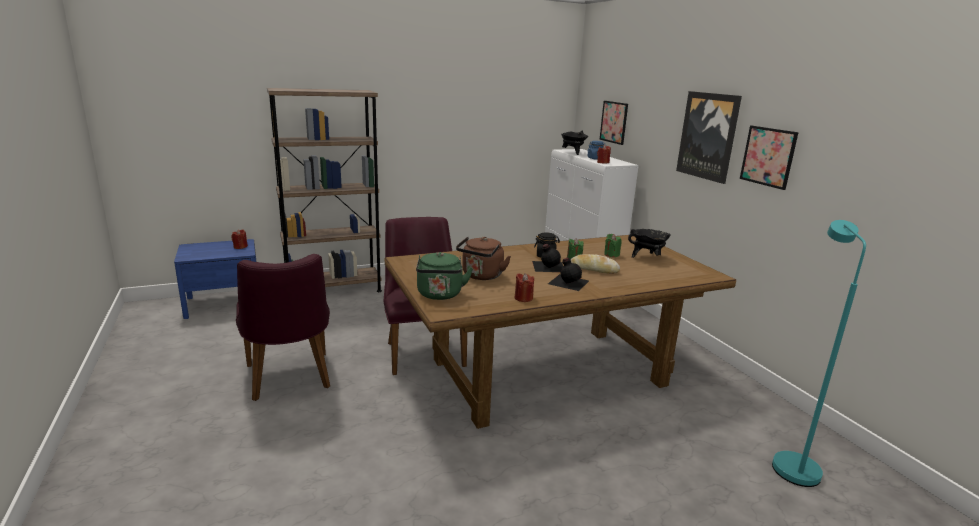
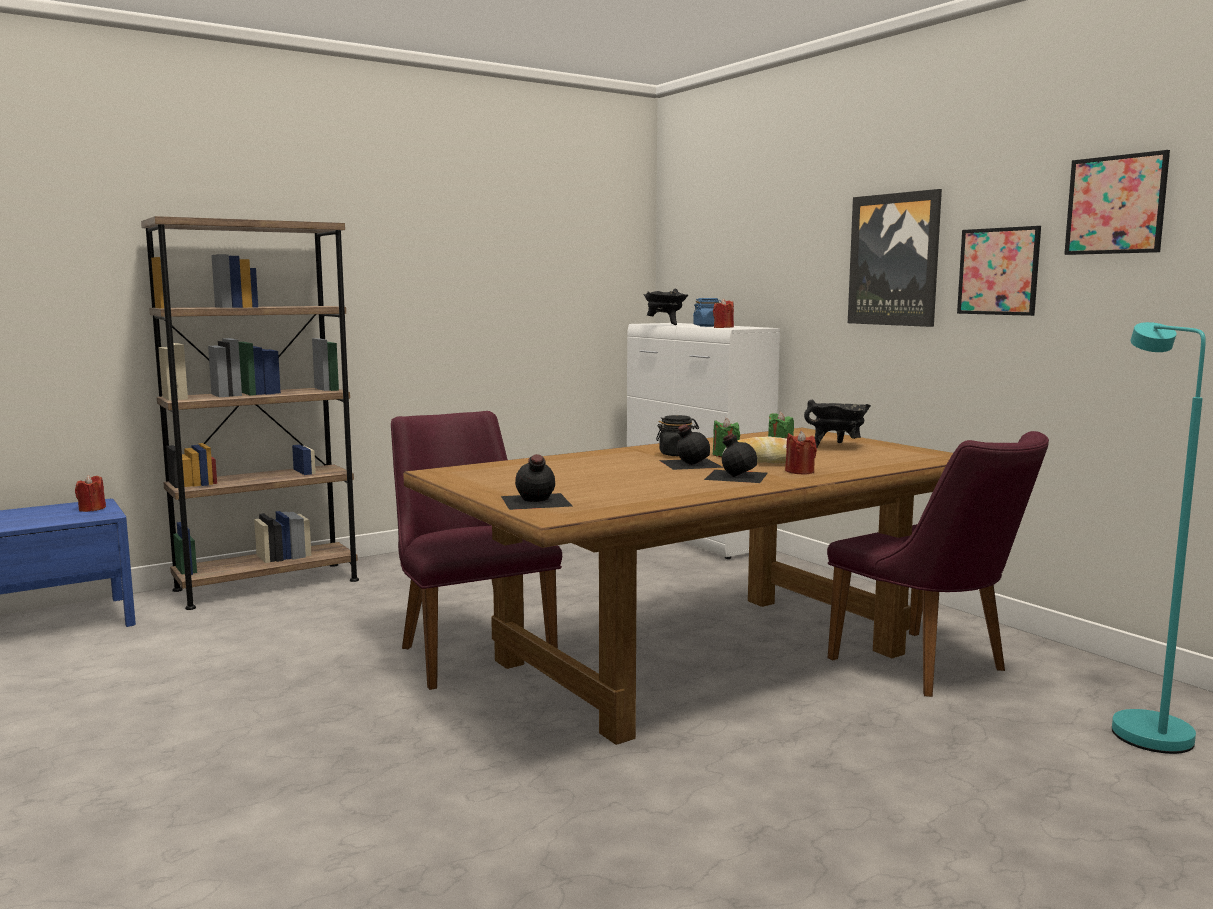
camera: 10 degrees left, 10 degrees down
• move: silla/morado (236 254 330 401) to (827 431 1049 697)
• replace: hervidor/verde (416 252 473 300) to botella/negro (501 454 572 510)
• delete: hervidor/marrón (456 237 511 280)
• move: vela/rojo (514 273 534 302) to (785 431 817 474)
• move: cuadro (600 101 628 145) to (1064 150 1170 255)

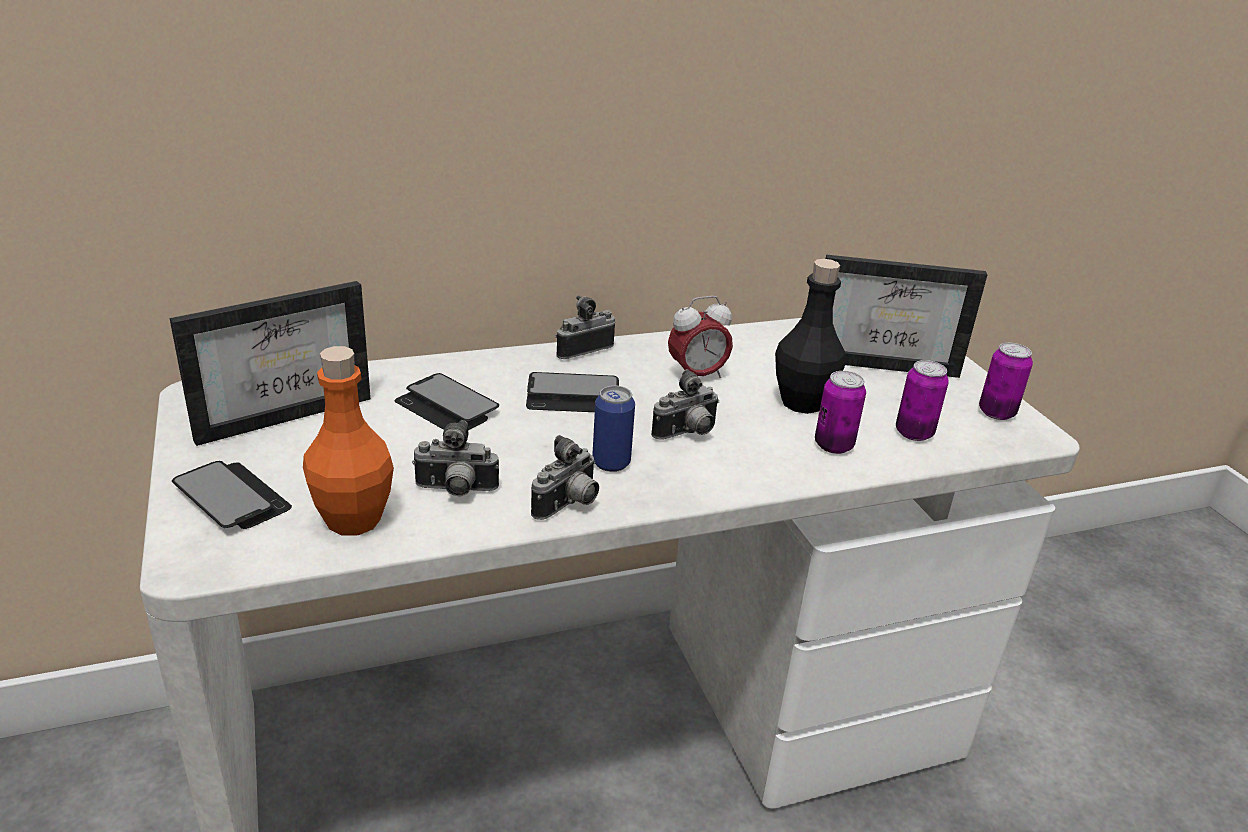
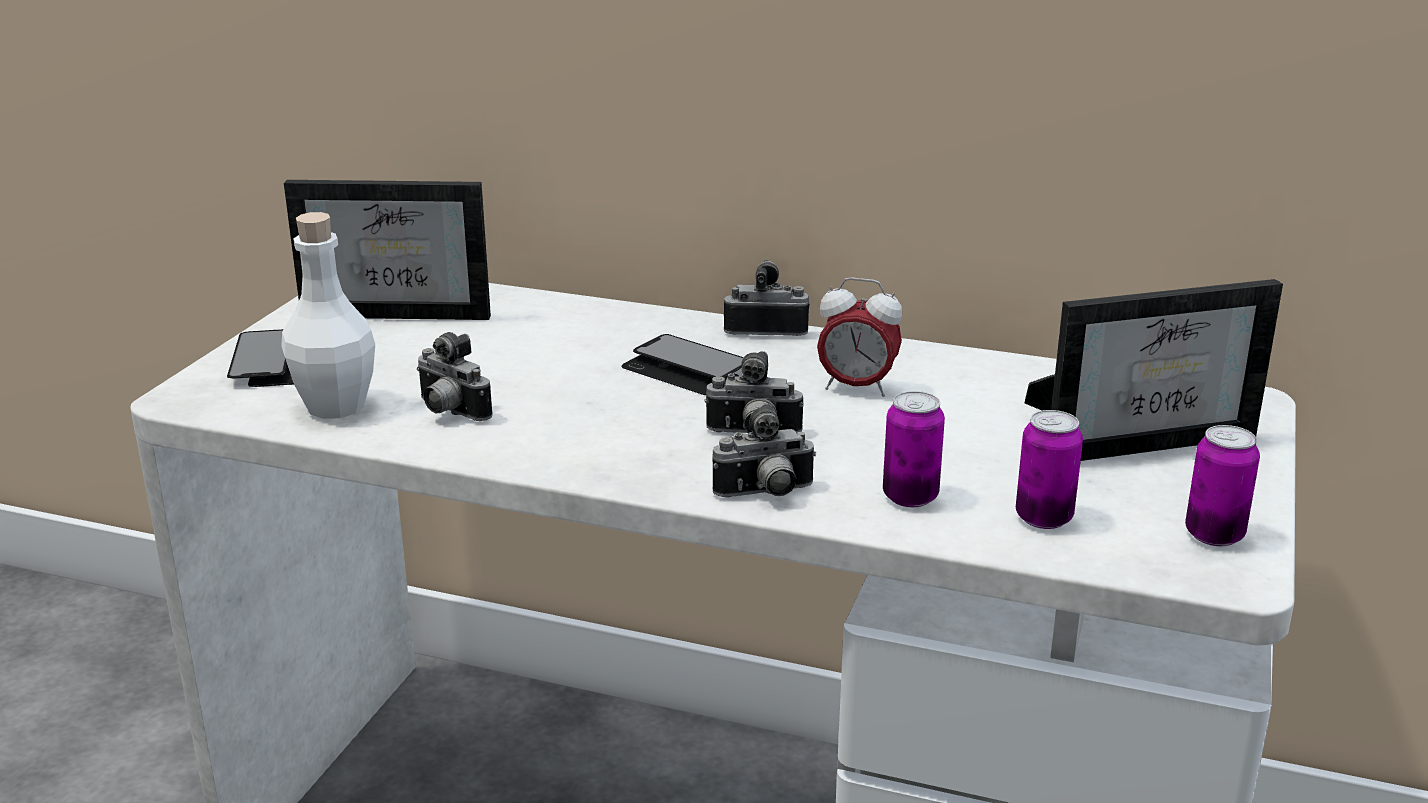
camera: 40 degrees right, 5 degrees down
• recolor: botella/naranja (303 346 394 535) to botella/blanco (281 212 375 419)
• delete: móvil (395 373 499 430)
• move: cámara (531 435 599 520) to (712 404 816 498)
• delete: lata (592 385 635 472)
• delete: botella/negro (775 259 846 414)
• rotate: portarretratos (826 255 987 378) = (1025 279 1283 461) 60 degrees counterclockwise

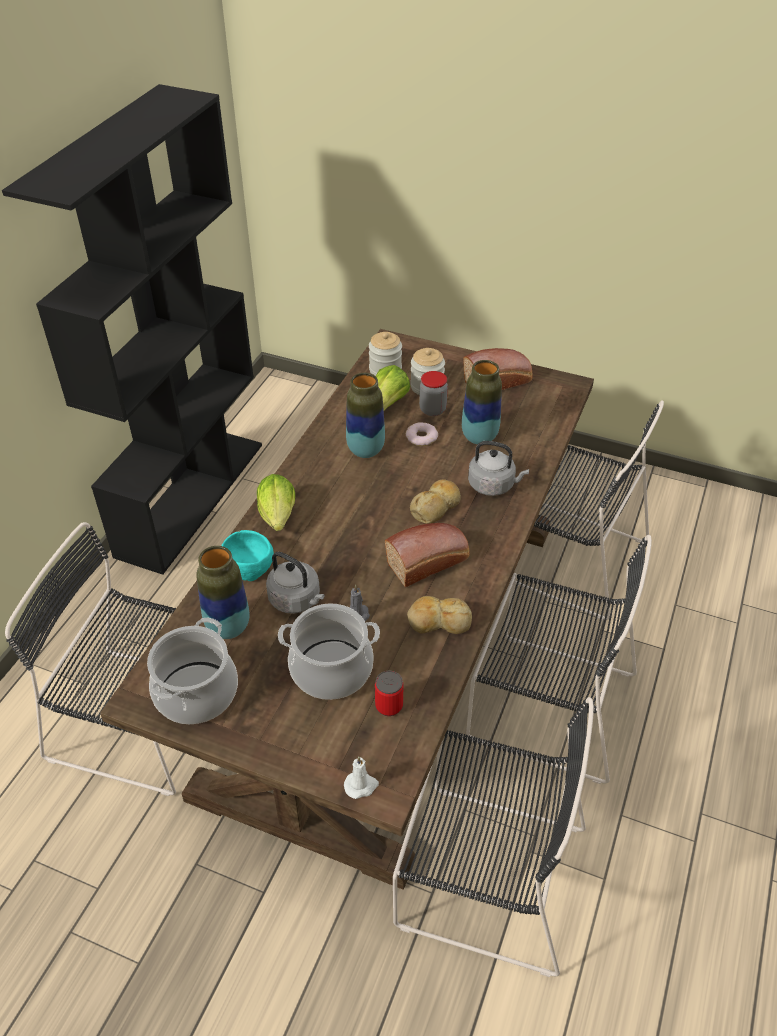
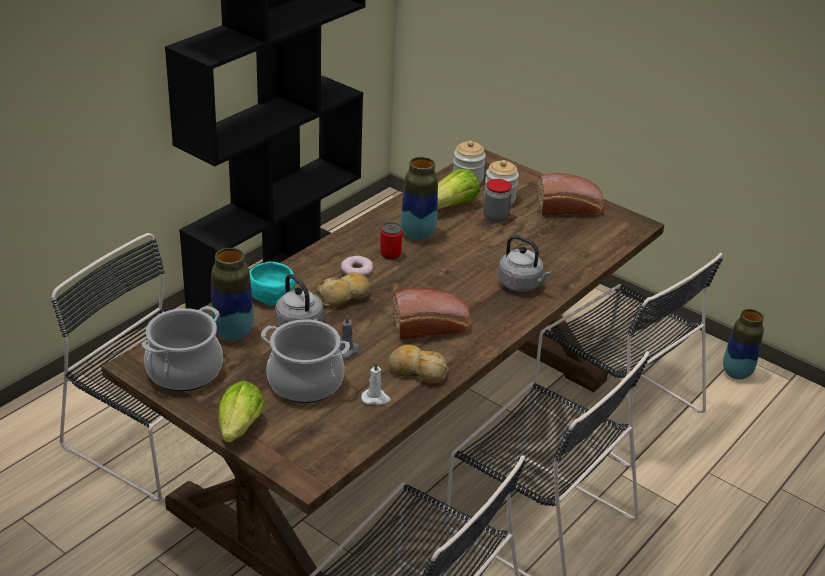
camera: 15 degrees right, 10 degrees down
• move: lechuga (257 474 295 531) to (218 381 265 442)
• move: vela/blanco (344 756 379 799) to (361 362 391 405)
• move: lata (375 671 404 716) to (380 223 402 260)
• move: rosquilla (406 422 438 446) to (341 256 373 276)
• move: pan (410 479 461 524) to (316 272 371 308)
• move: florero (462 360 502 444) to (723 309 764 379)

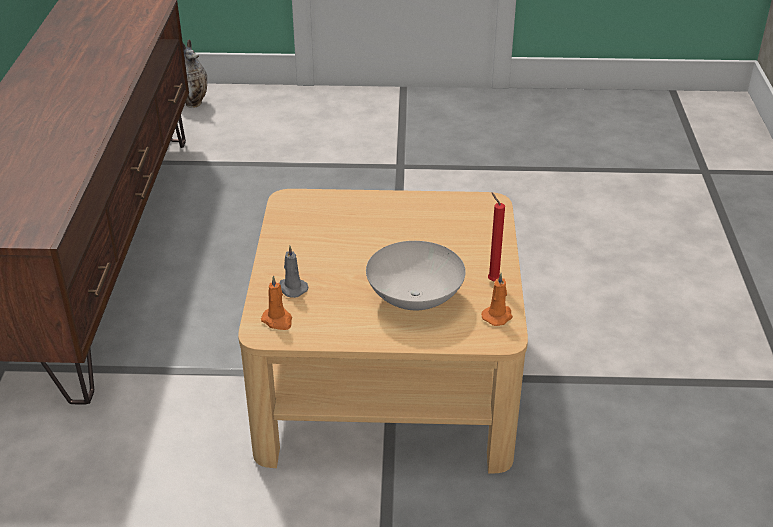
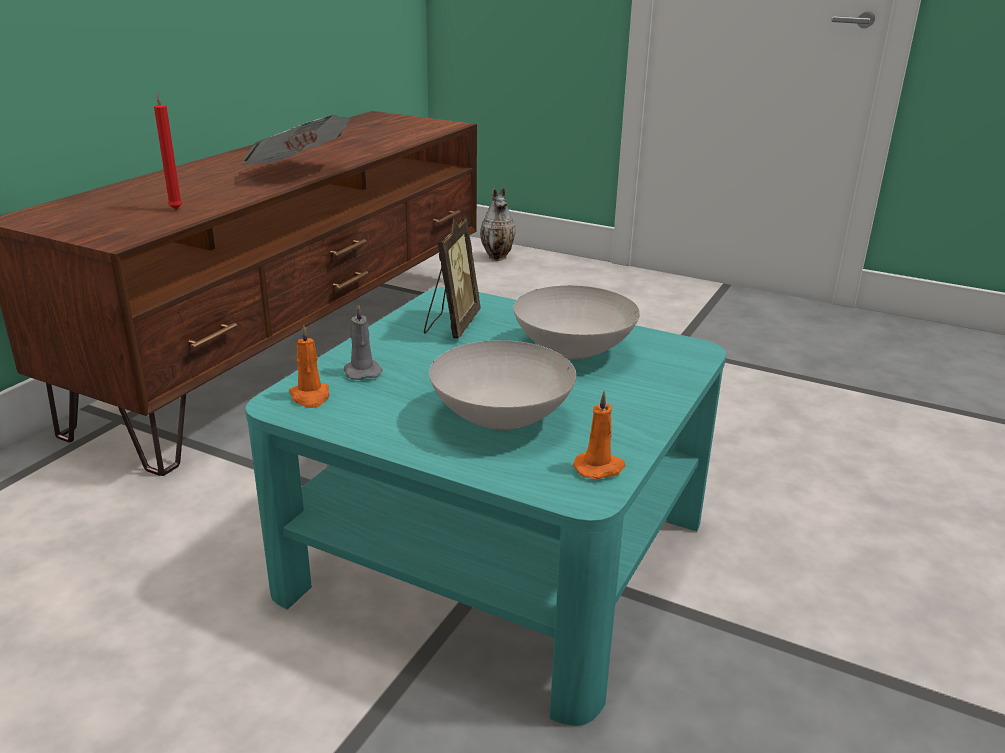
camera: 25 degrees right, 10 degrees down
• recolor: mesa de centro/beis (238 189 528 474) to mesa de centro/turquesa (245 287 726 726)
• move: vela/rojo (488 193 505 281) to (154 92 182 209)
• insert: periódico (241 115 350 165)
• insert: portarretratos (424 218 481 339)
• insert: cuenco/blanco (513 285 640 360)

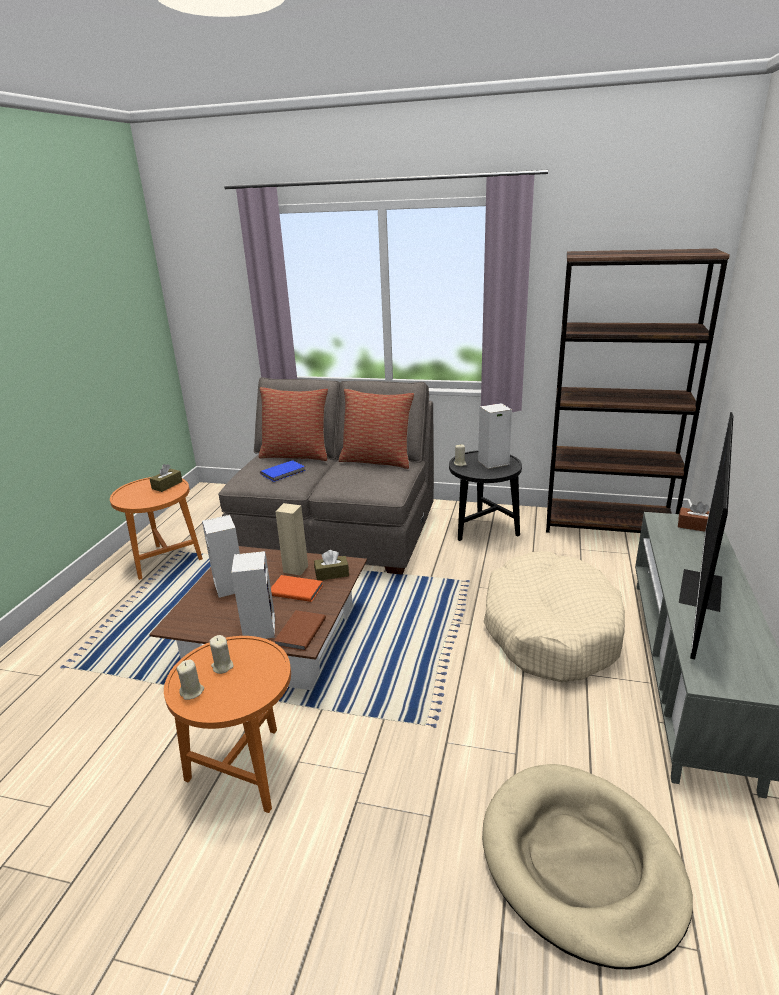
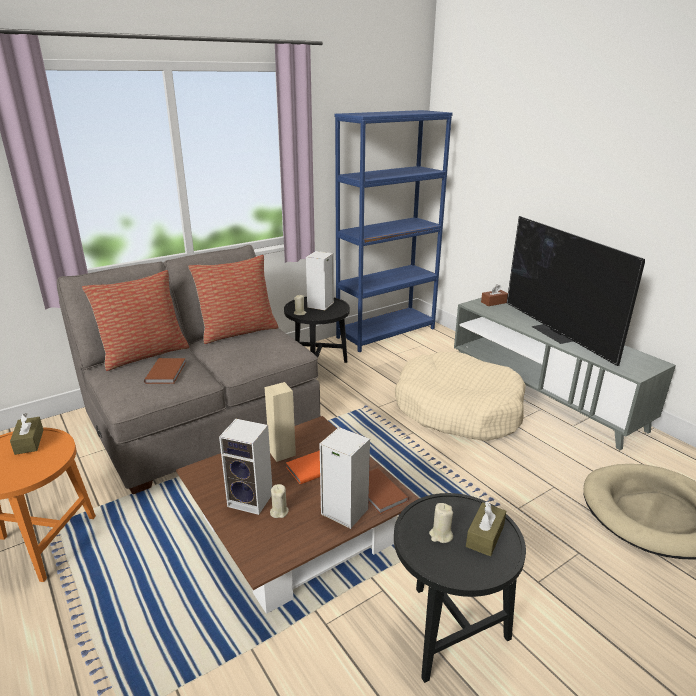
camera: 50 degrees left, 0 degrees up
• recolor: mesa auxiliar/naranja (164 636 291 813) to mesa auxiliar/negro (394 493 526 683)
• move: vela/beis (176 659 204 700) to (270 484 289 518)
• recolor: libro/azul (260 460 306 482) to libro/marrón (144 358 186 384)
• move: caja de pañuelos/marrón (314 550 349 581) to (466 502 506 556)
• recolor: estantería/marrón (546 249 730 533) to estantería/azul (335 110 453 352)

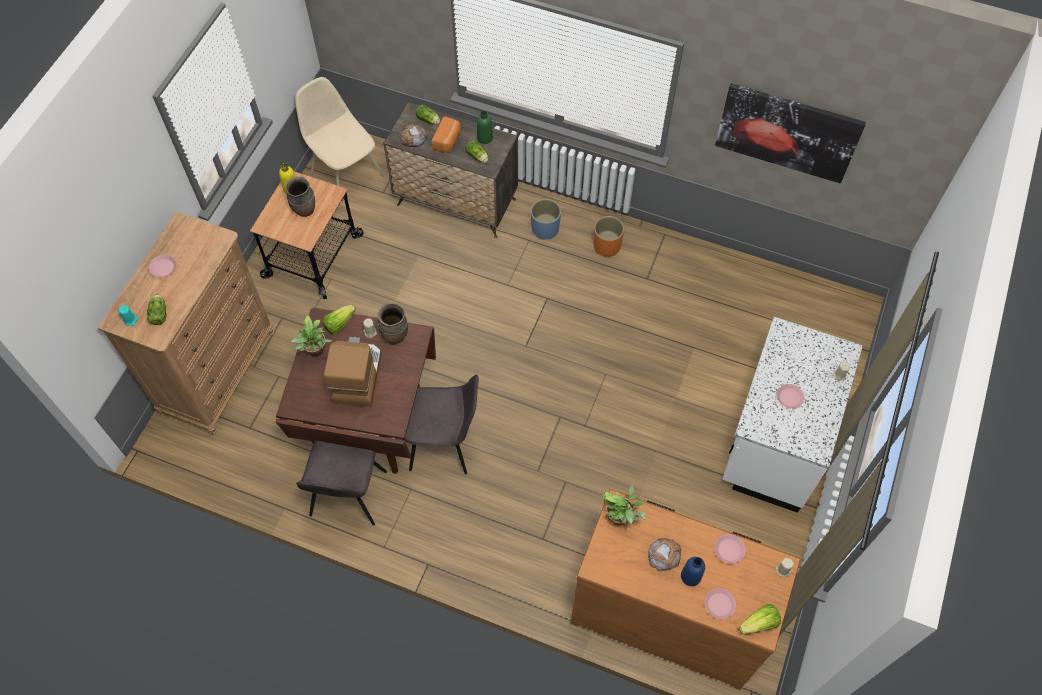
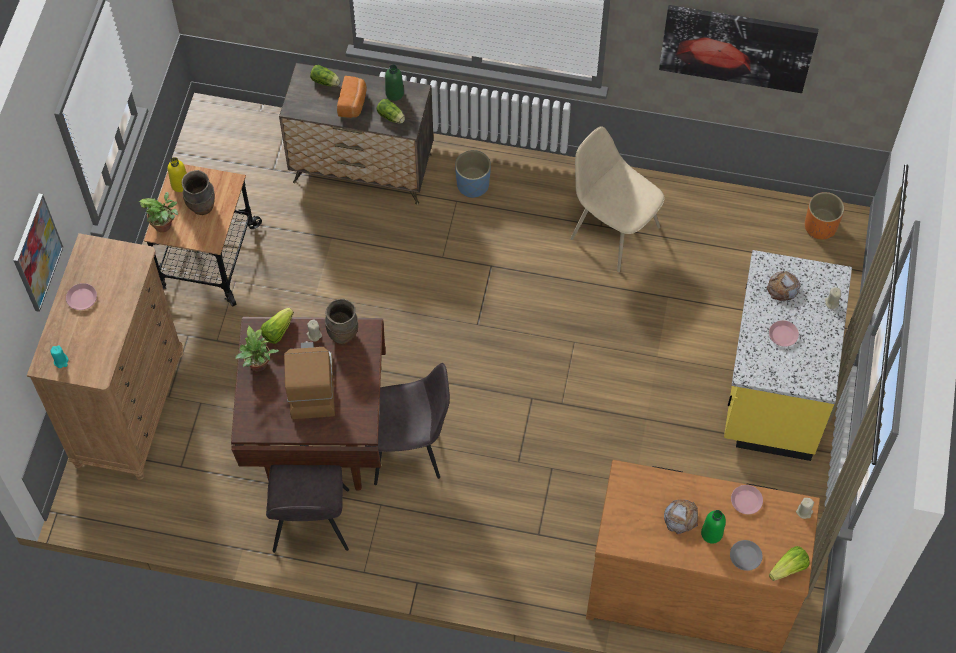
camera: 10 degrees left, 0 degrees up
• delete: lechuga (147 294 166 325)
• move: silla/beis (295 77 384 206) to (570 126 665 272)
• move: pan (400 124 427 147) to (767 271 801 301)
• move: maceta/naranja (593 216 624 257) to (805 192 845 239)
• move: planta en maceta (602 486 646 526) to (139 192 178 233)
• recolor: botella/azul (681 557 705 586) to botella/verde (701 510 726 544)
• recolor: plato/rosa (705 588 736 619) to plato/gris (730 540 762 571)
• recolor: mueble bajo de cocina/blanco (722 317 863 513) to mueble bajo de cocina/amarillo (724 250 852 461)
• insert: cuadro (13 194 63 312)

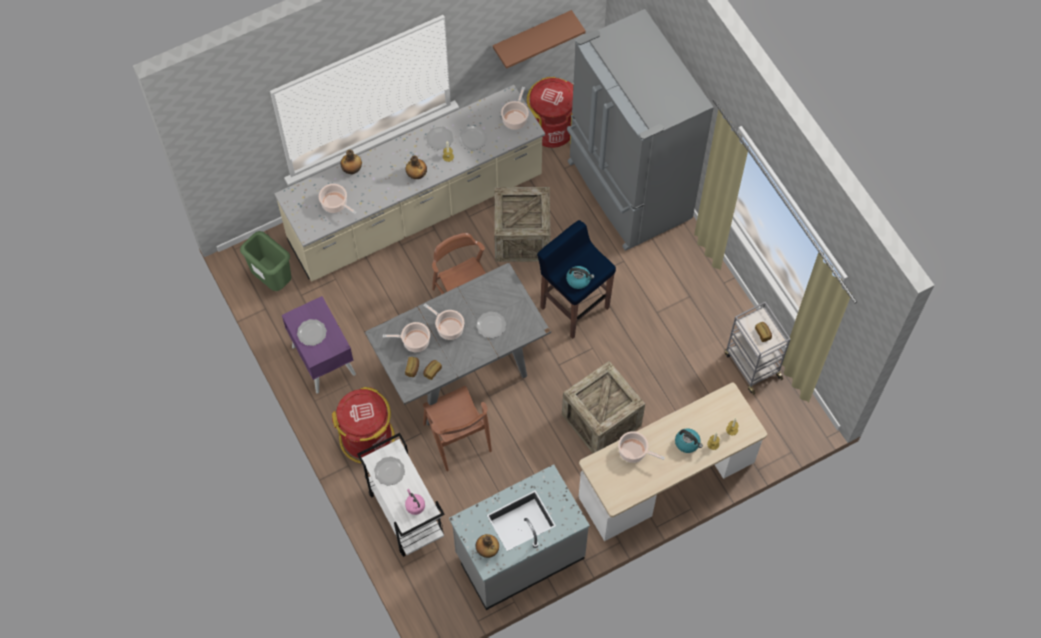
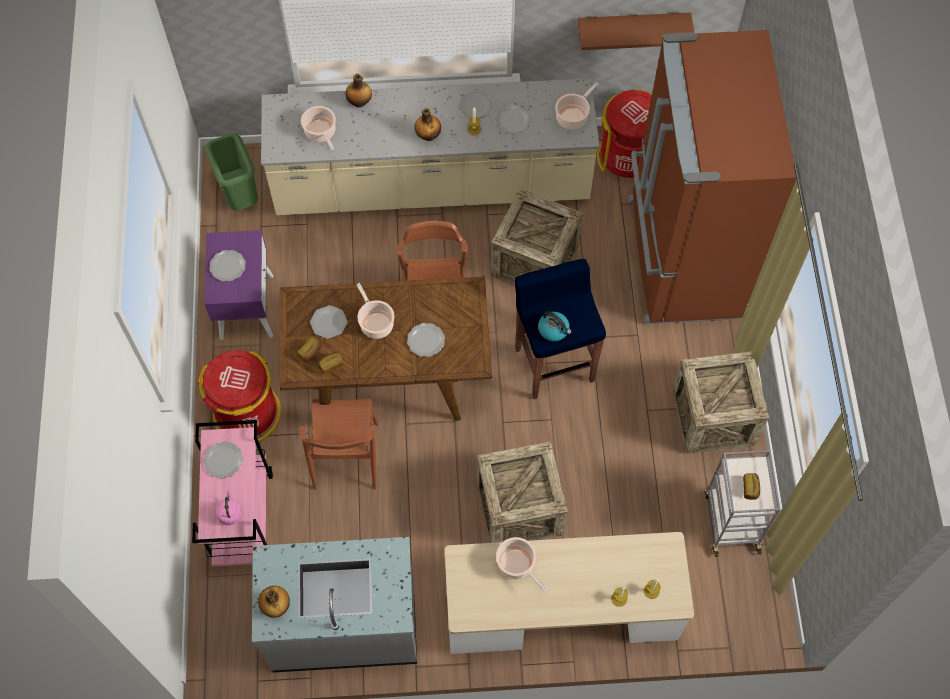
camera: 25 degrees right, 0 degrees up
• recolor: carrito/blanco (357 433 445 557) to carrito/rosa (192 420 273 567)
• recolor: mesa de comedor/gris (364 263 551 425) to mesa de comedor/marrón (280 277 492 421)
• replace: olla (383 322 430 353) to plato (310 305 347 339)
• recolor: nevera/gris (567 9 714 251) to nevera/marrón (629 30 796 324)
• delete: hervidor (675 429 703 453)
• insert: caja de embalaje (672 351 769 454)

